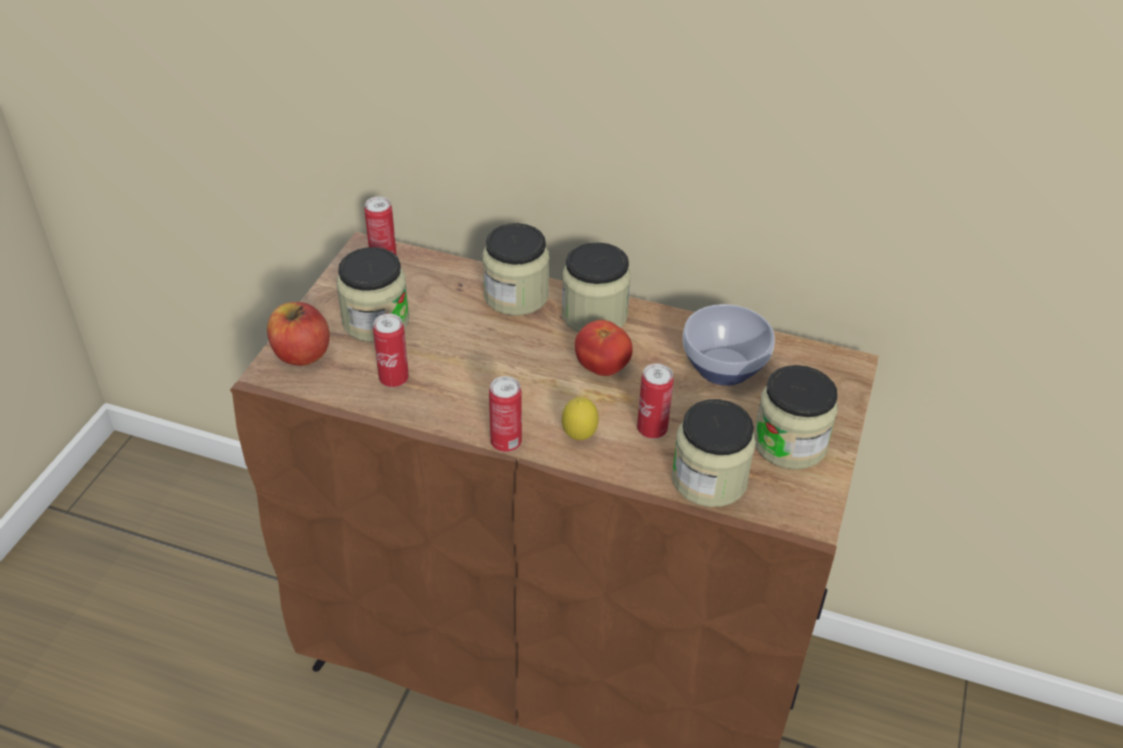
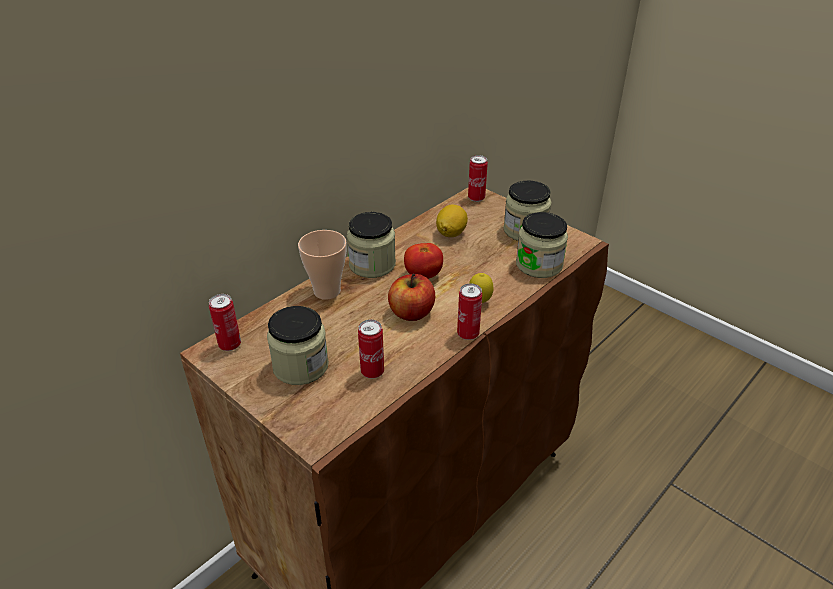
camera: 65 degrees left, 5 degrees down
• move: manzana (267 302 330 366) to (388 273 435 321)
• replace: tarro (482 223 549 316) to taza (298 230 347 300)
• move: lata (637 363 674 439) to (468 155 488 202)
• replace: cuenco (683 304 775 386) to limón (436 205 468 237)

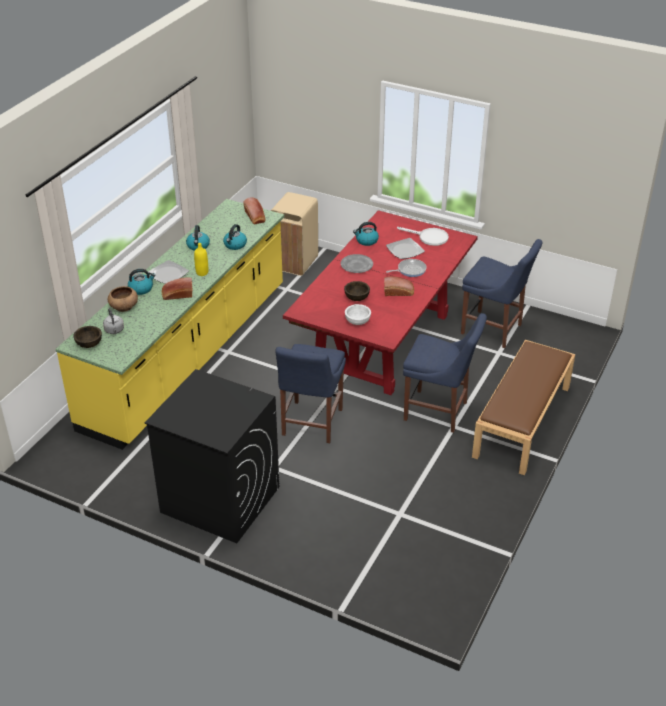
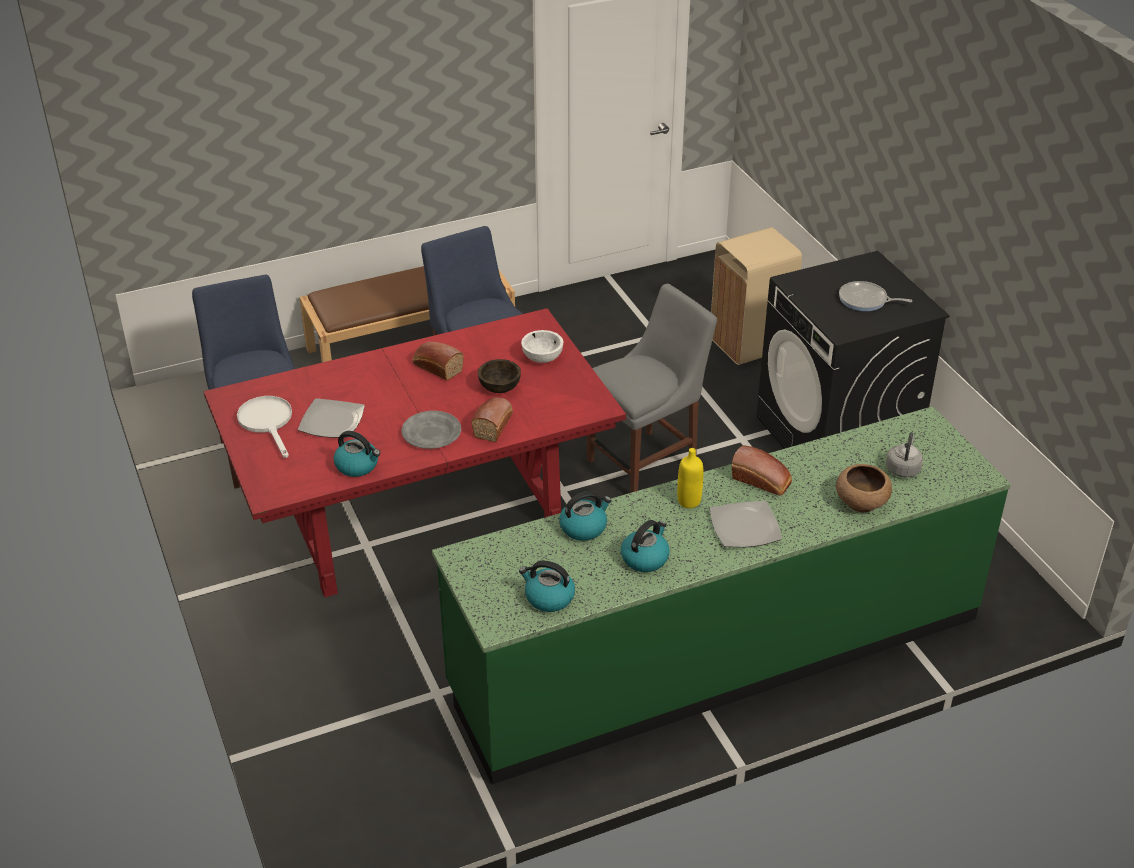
camera: 140 degrees left, 0 degrees up
• recolor: mueble bajo de cocina/amarillo (56 199 284 450) to mueble bajo de cocina/verde (432 406 1011 784)
• delete: cuenco/marrón (73 326 102 348)
• move: hervidor (128 269 155 295) to (519 561 575 612)
• move: pan (243 197 265 224) to (471 397 513 442)
• move: papelera/beis (271 192 318 276) to (711 227 802 365)
• recolor: silla/azul (275 344 346 443) to silla/gris (587 284 717 493)
• move: sartén (386 259 427 277) to (839 281 912 311)

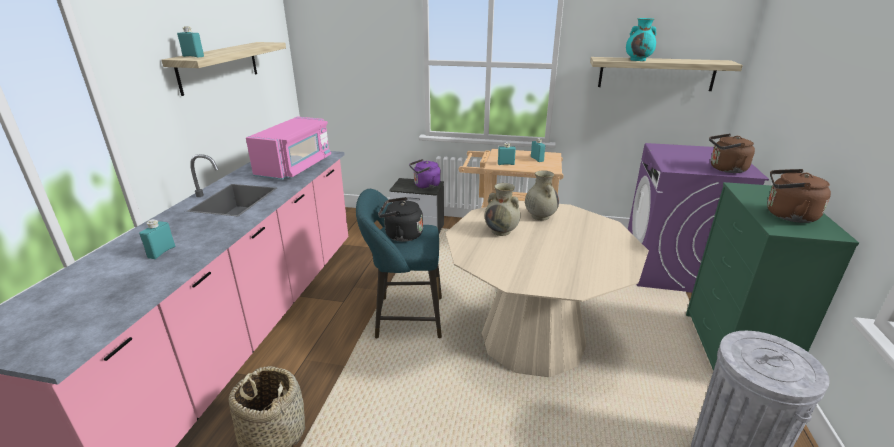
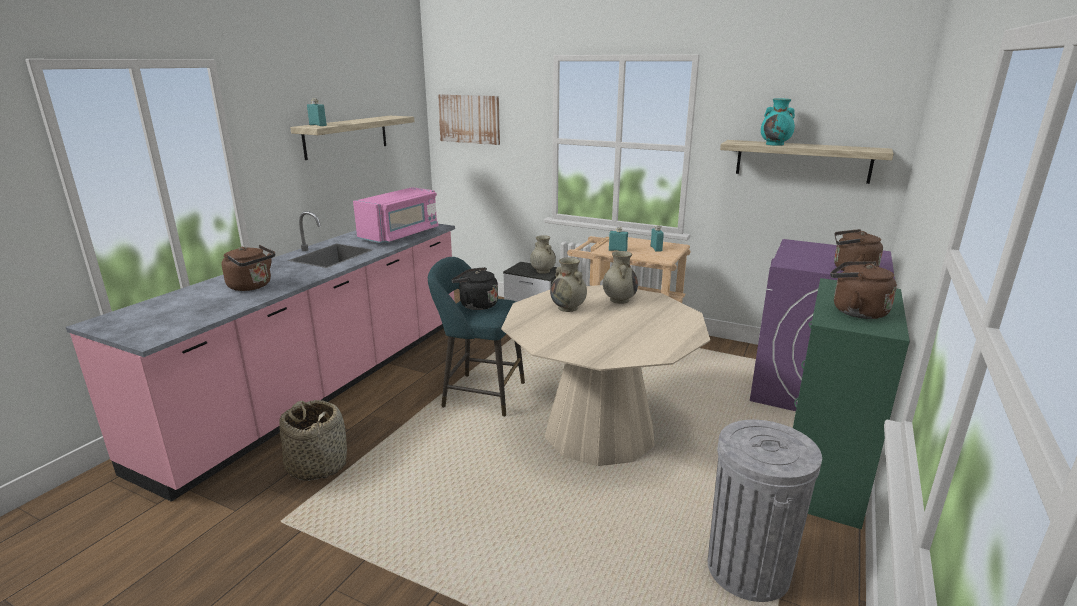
camera: 15 degrees right, 5 degrees down
• replace: botella/turquesa (139 219 175 259) to hervidor/marrón (222 245 275 291)
• replace: hervidor/morado (409 159 441 189) to florero/beis (530 235 556 274)
• insert: cuadro (438 94 500 145)

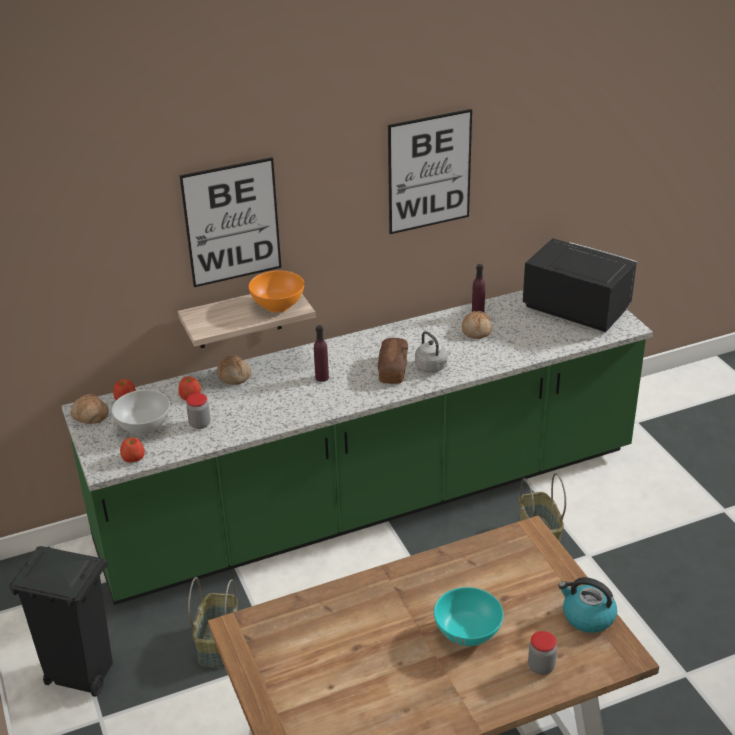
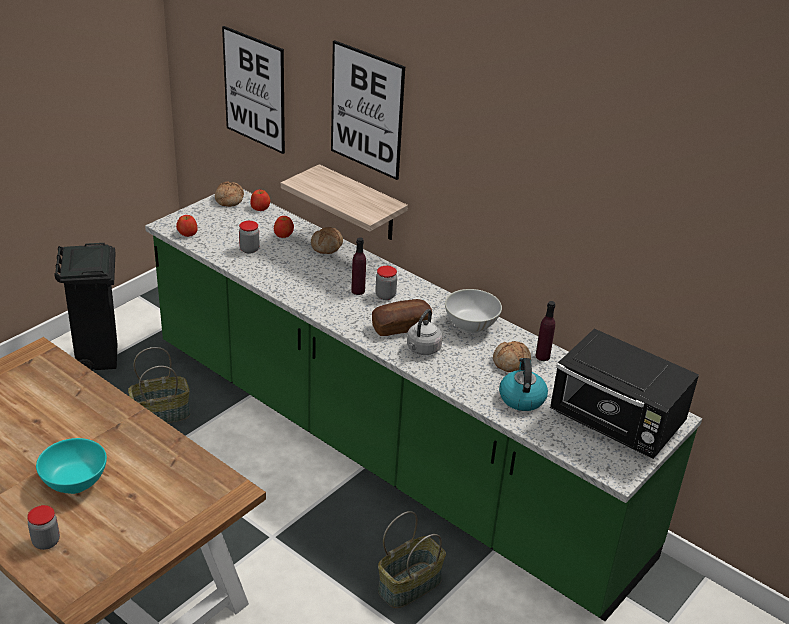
camera: 60 degrees right, 0 degrees up
• move: cuenco/blanco (111 390 170 435) to (445 289 502 333)
• delete: cuenco/naranja (248 270 304 313)
• move: cuadro (388 109 472 234) to (222 26 285 154)
• rotate: microondas/negro (523 238 637 332) = (550 329 699 459) 120 degrees clockwise
• move: hervidor (558 577 617 633) to (499 358 548 411)
• insert: tarro (375 266 397 300)

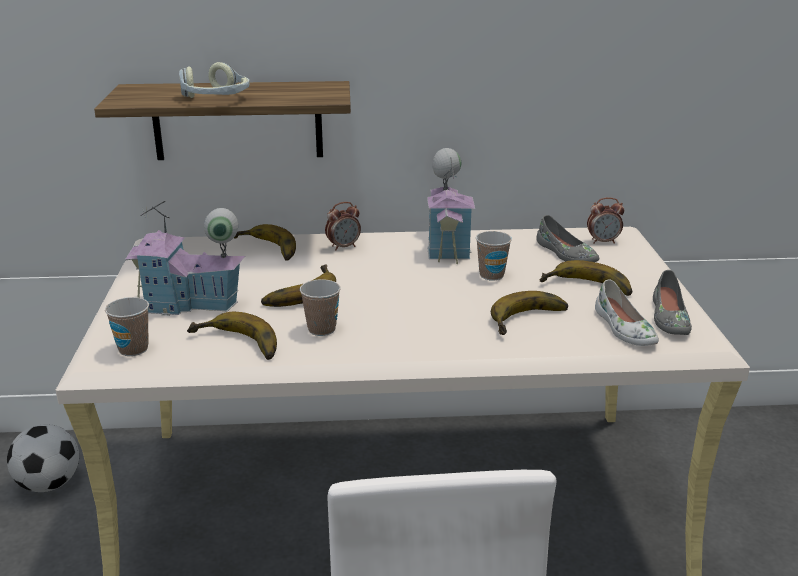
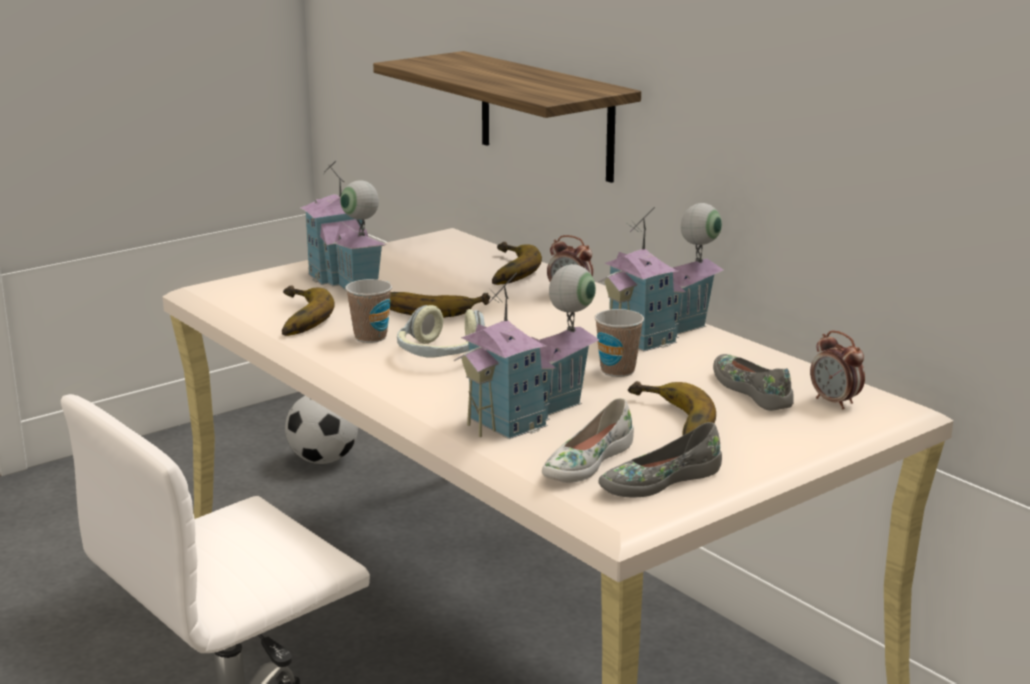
camera: 55 degrees right, 5 degrees down
• delete: taza (105 297 149 356)
• move: auriculares (179 62 250 98) to (397 305 485 357)
• replace: plátano (491 291 568 335) to casita (454 264 599 439)
• rotate: zapato/gris (536 215 599 262) = (713 354 794 411) 135 degrees clockwise

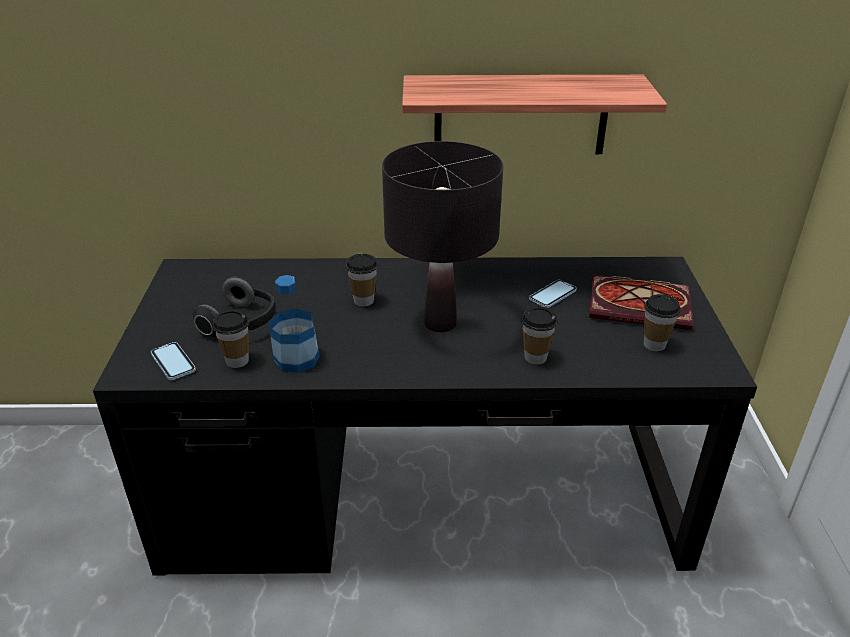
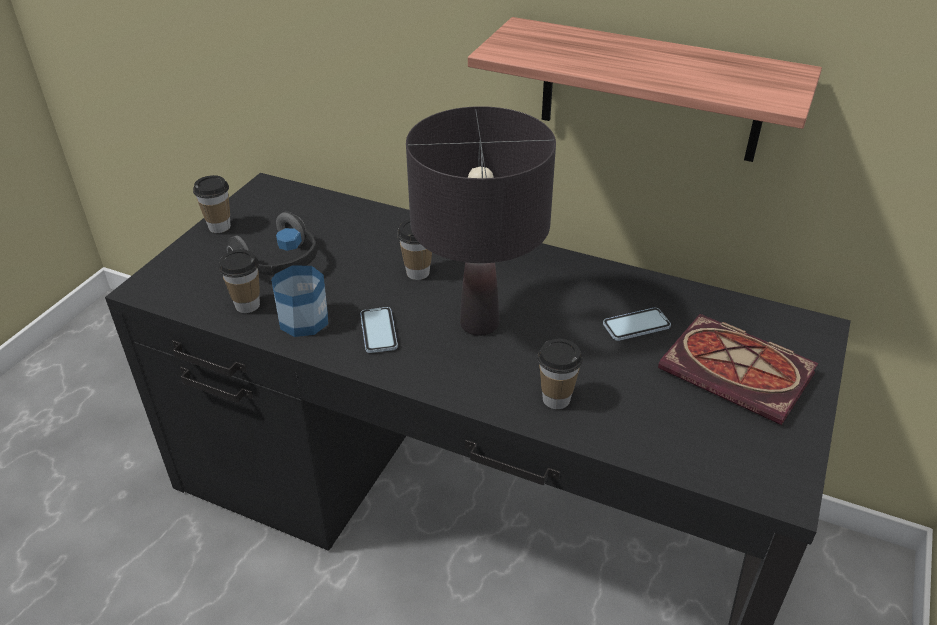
camera: 25 degrees right, 5 degrees up
• move: móvil (151 342 196 380) to (360 307 398 353)
• move: taza (644 294 681 351) to (193 175 231 233)

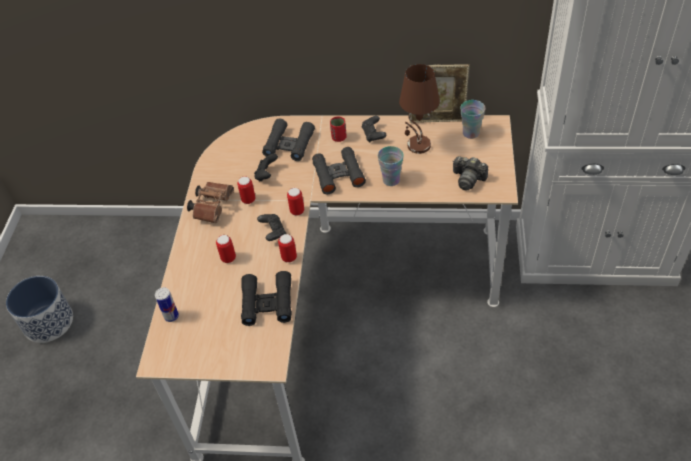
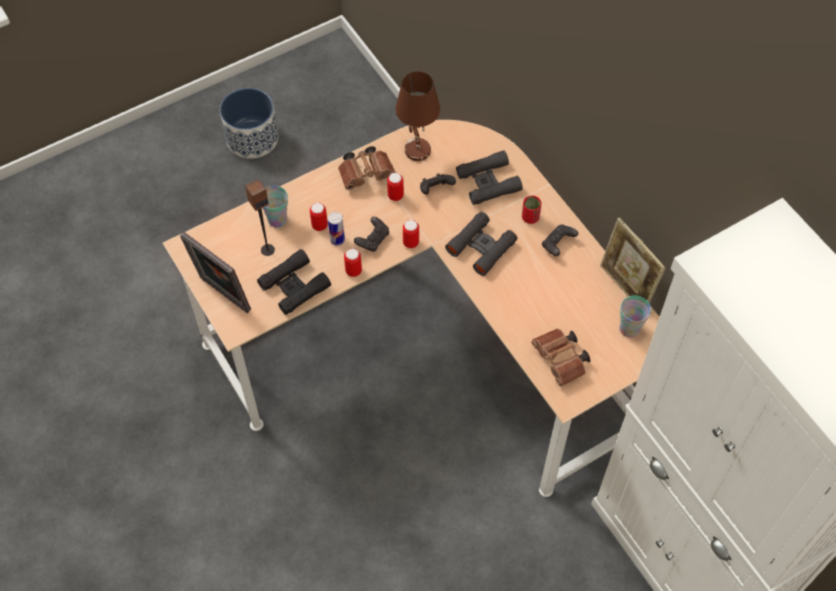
camera: 50 degrees right, 10 degrees up
• move: lata (155 287 179 322) to (328 212 345 246)
• move: taza (378 146 404 186) to (263 186 288 228)
• move: lámpara de mesa/marrón (399 64 440 154) to (395 71 440 161)
• replace: cámara (453 156 488 191) to prismáticos/marrón (531 329 591 386)
• insert: portarretratos (180 232 251 313)
• insert: altavoz (245 179 275 256)

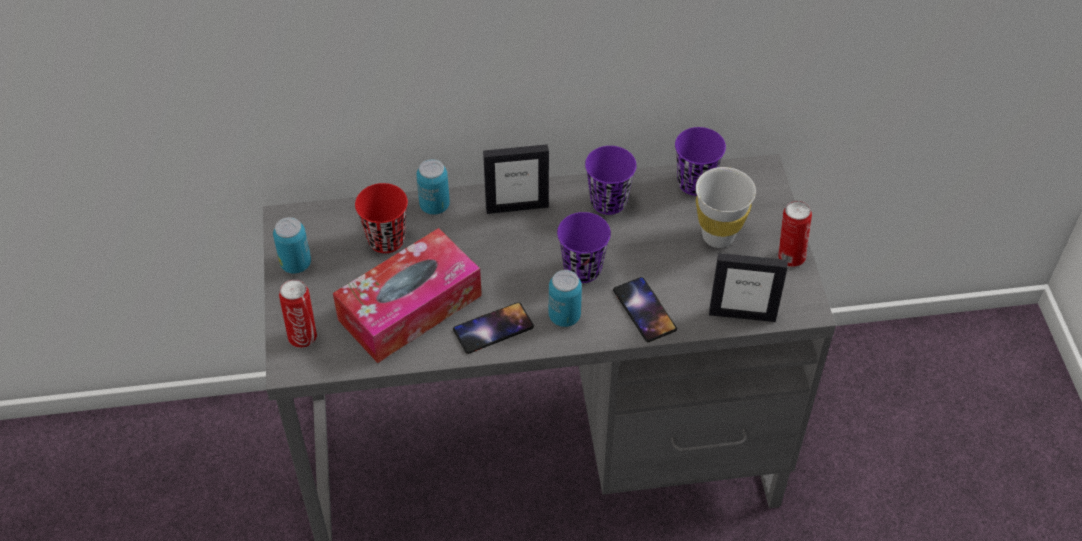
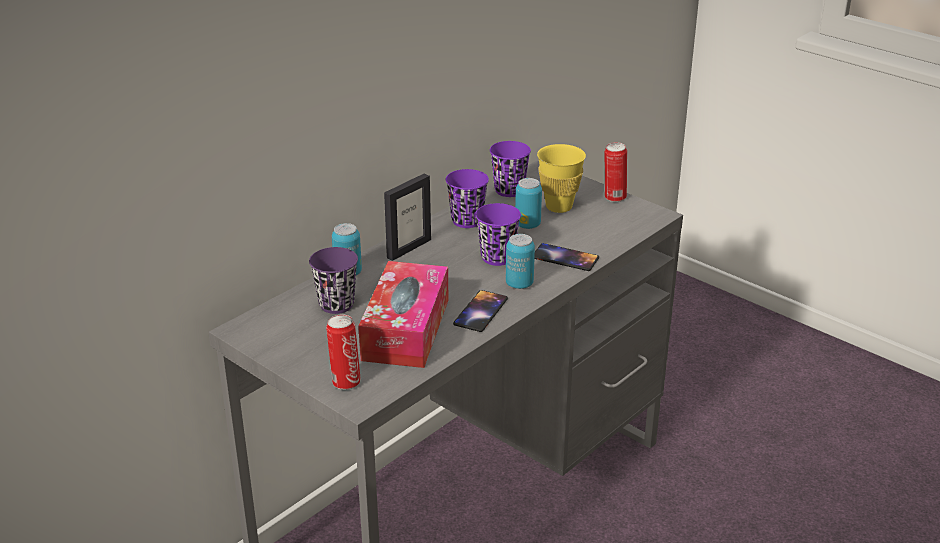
camera: 40 degrees left, 20 degrees down
• move: lata (273 217 311 274) to (515 178 542 229)
• recolor: taza/rojo (355 183 408 253) to taza/morado (309 247 358 314)
• recolor: taza/blanco (696 167 756 248) to taza/amarillo (537 144 586 213)
• delete: portarretratos (709 253 788 322)

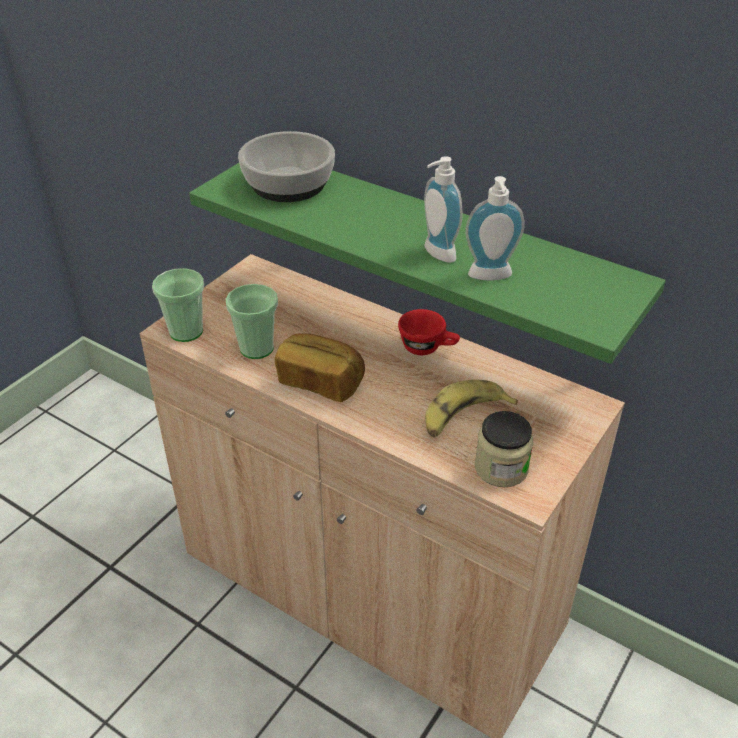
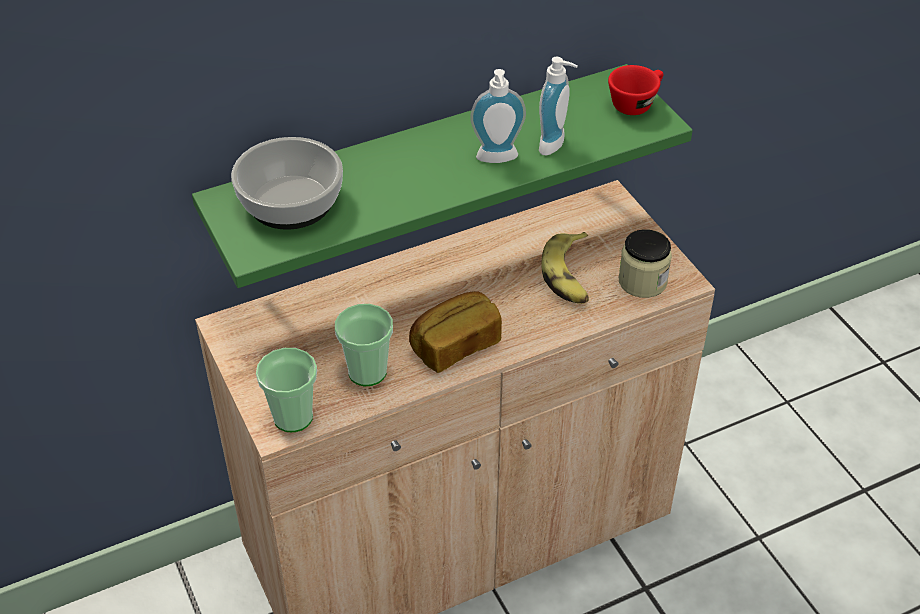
camera: 60 degrees left, 5 degrees up
• move: taza/rojo (398 309 460 355) to (608 65 663 115)

